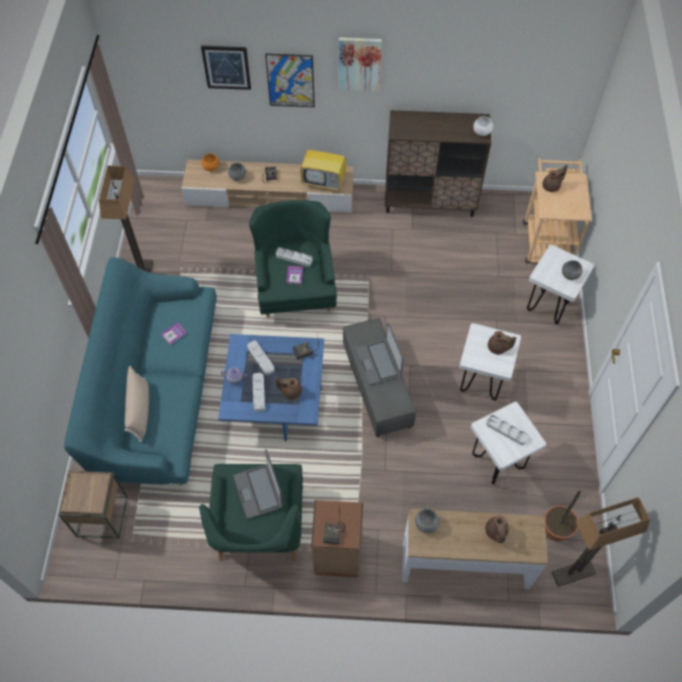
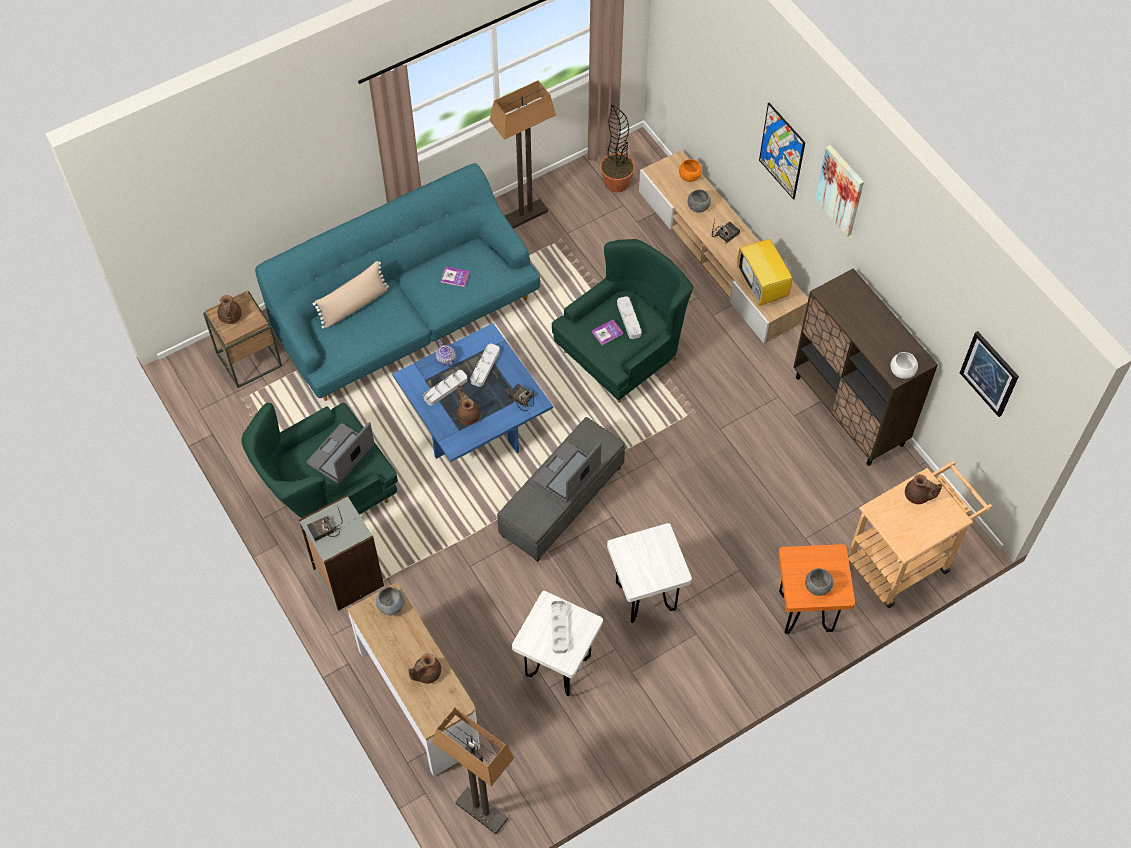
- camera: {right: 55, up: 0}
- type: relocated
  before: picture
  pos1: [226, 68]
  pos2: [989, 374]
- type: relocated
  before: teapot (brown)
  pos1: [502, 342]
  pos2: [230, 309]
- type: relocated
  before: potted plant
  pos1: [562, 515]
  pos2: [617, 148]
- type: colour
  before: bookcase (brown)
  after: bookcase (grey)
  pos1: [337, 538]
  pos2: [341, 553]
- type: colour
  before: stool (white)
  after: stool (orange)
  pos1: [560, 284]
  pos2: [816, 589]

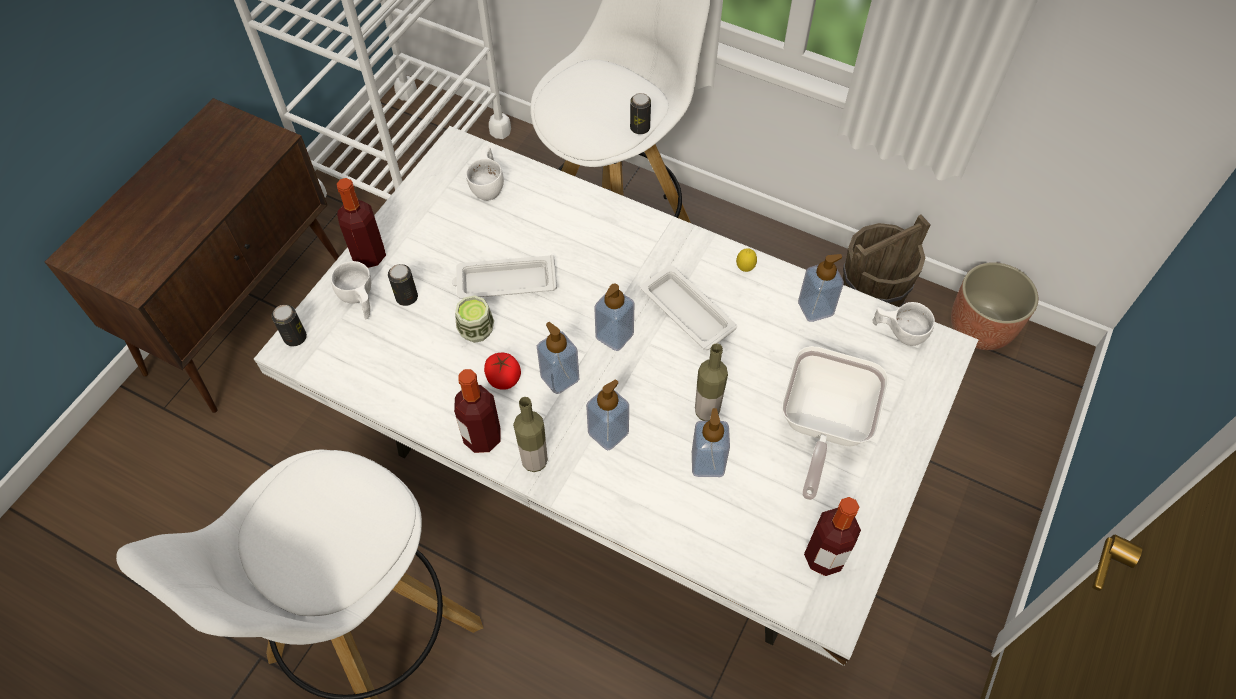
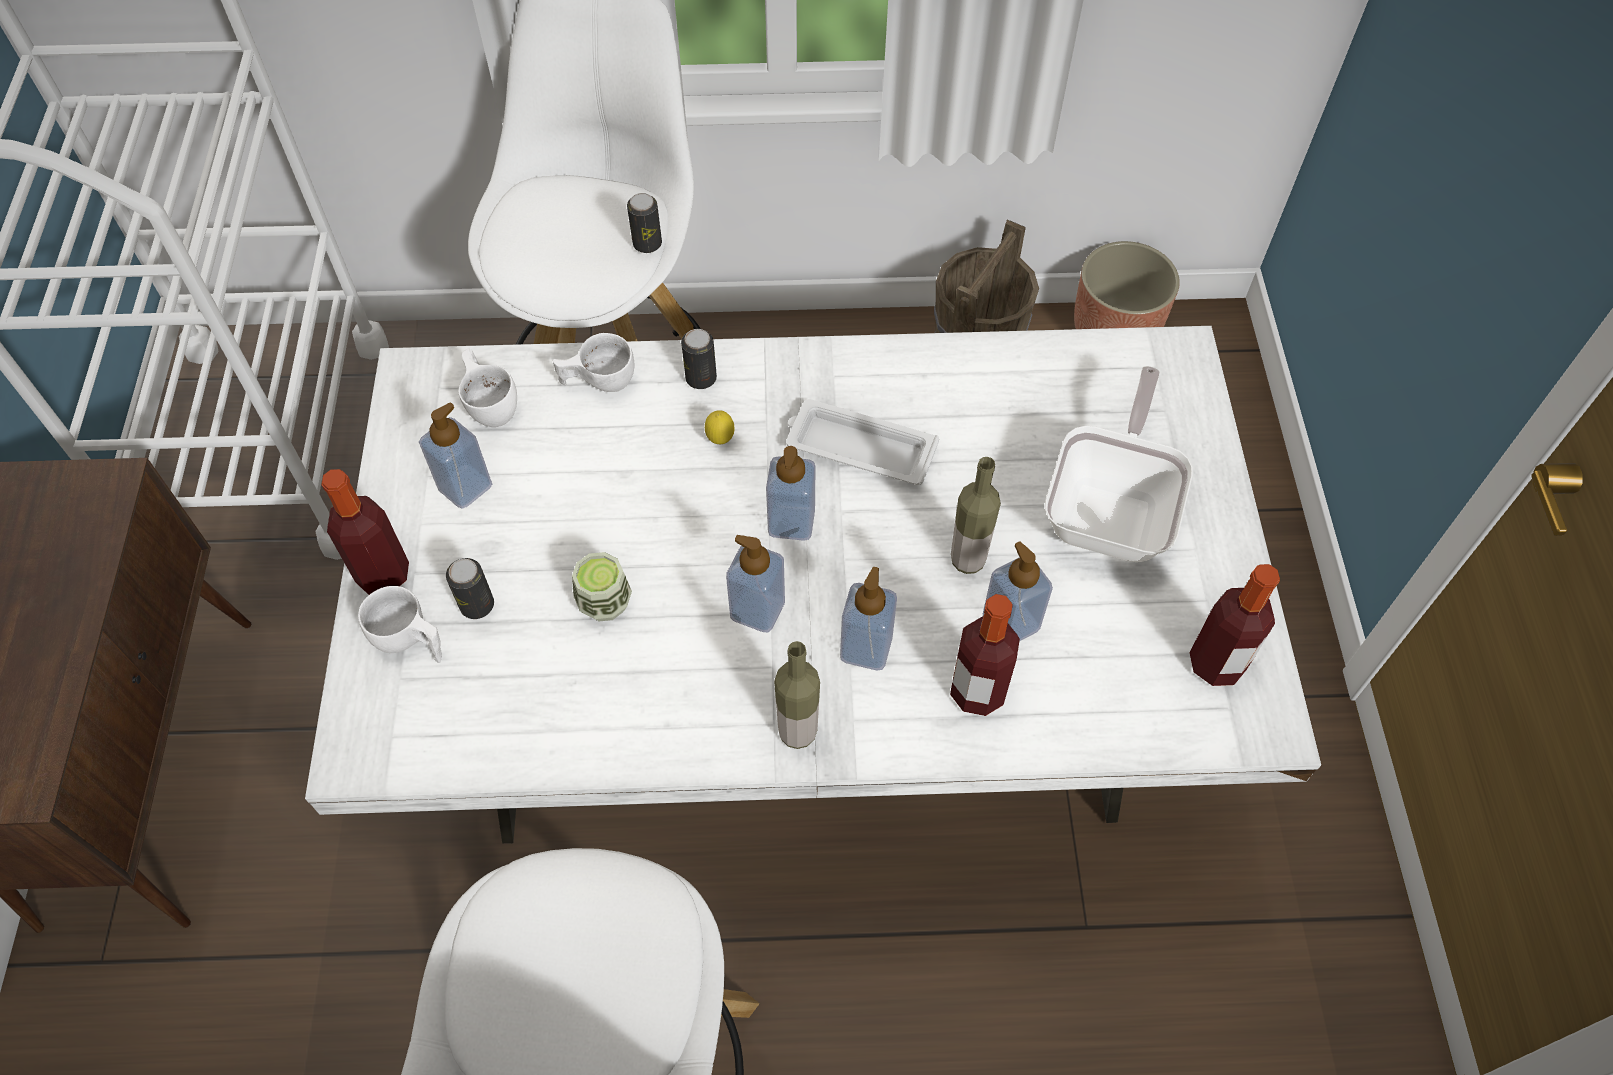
- camera: {right: -30, up: 0}
- type: missing
  before: tray (white)
  pos1: [504, 277]
- type: missing
  before: tomato
  pos1: [502, 371]
- type: relocated
  before: can
  pos1: [289, 326]
  pos2: [699, 359]
- type: relocated
  before: bottle
  pos1: [477, 411]
  pos2: [985, 655]
- type: relocated
  before: lemon
  pos1: [746, 260]
  pos2: [720, 427]
- type: relocated
  before: soap dispenser
  pos1: [821, 288]
  pos2: [455, 456]
- type: relocated
  before: cup (white)
  pos1: [903, 324]
  pos2: [593, 362]
- type: spun
  before: frying pan
  pos1: [835, 423]
  pos2: [1119, 464]
  turn: -150

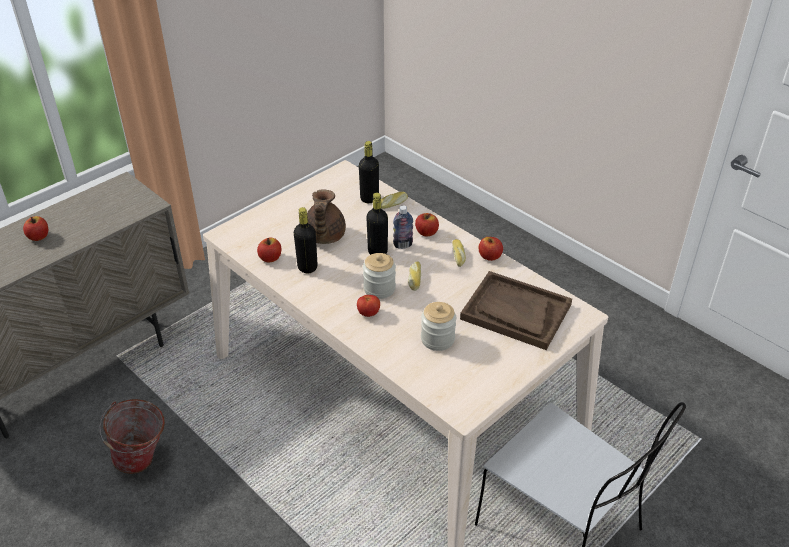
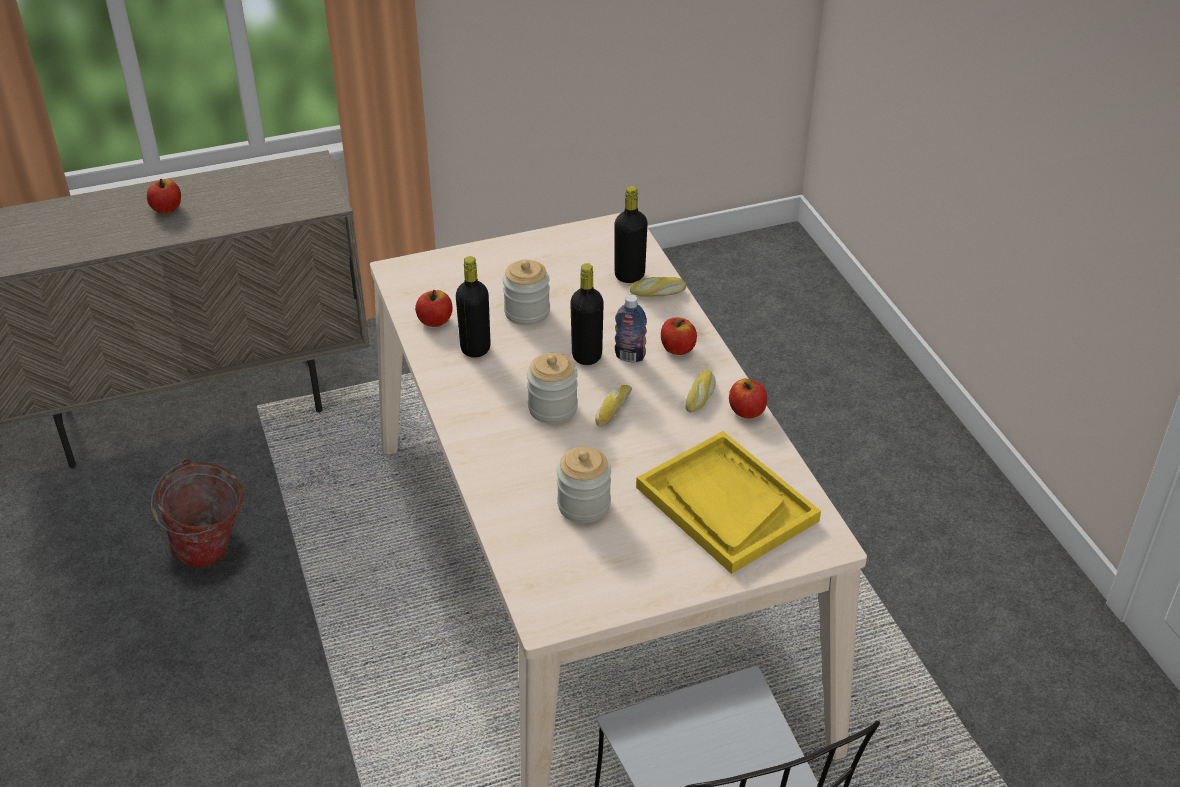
- camera: {right: 25, up: 0}
- type: missing
  before: tomato
  pos1: [368, 306]
- type: exchanged
  before: teapot (brown)
  after: jar
  pos1: [326, 216]
  pos2: [526, 293]
- type: colour
  before: tray (brown)
  after: tray (yellow)
  pos1: [516, 310]
  pos2: [728, 502]

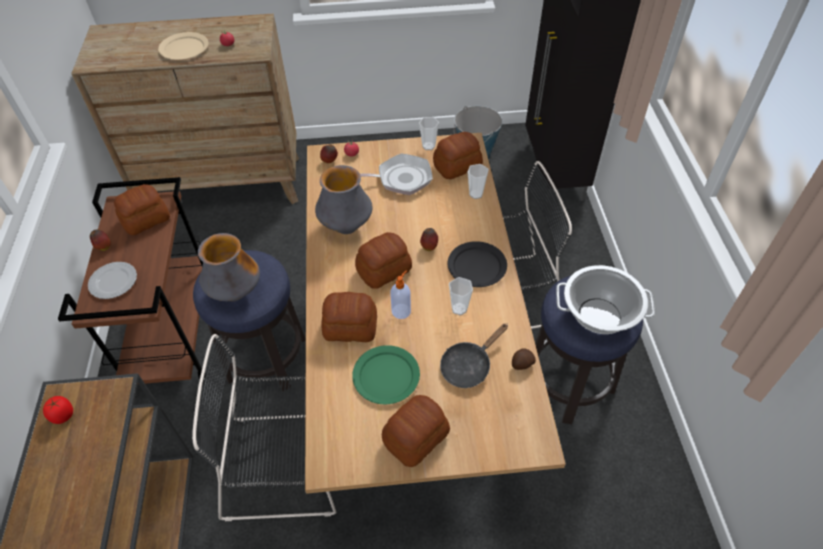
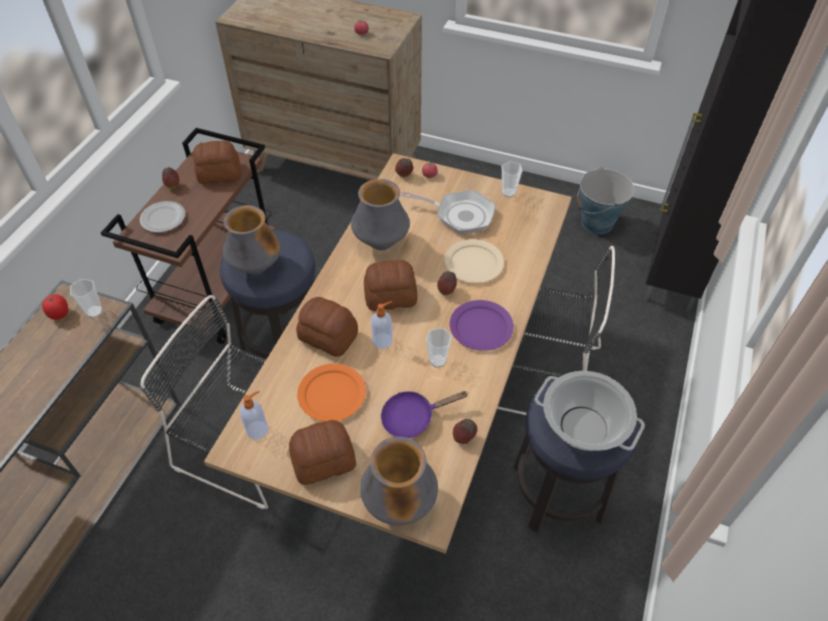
- camera: {right: 25, up: 0}
- type: missing
  before: bread
  pos1: [458, 155]
- type: appeared
  after: soap dispenser
  pos2: [254, 415]
- type: appeared
  after: vase
  pos2: [399, 481]
- type: relocated
  before: plate (beige)
  pos1: [183, 46]
  pos2: [474, 261]
- type: relocated
  before: cup
  pos1: [478, 181]
  pos2: [86, 298]
- type: exchanged
  before: potato
  after: apple
  pos1: [524, 359]
  pos2: [465, 431]
- type: colour
  before: plate (green)
  after: plate (orange)
  pos1: [386, 374]
  pos2: [331, 392]
- type: colour
  before: frying pan (black)
  after: frying pan (purple)
  pos1: [474, 355]
  pos2: [424, 414]
- type: colour
  before: plate (black)
  after: plate (purple)
  pos1: [477, 264]
  pos2: [482, 325]

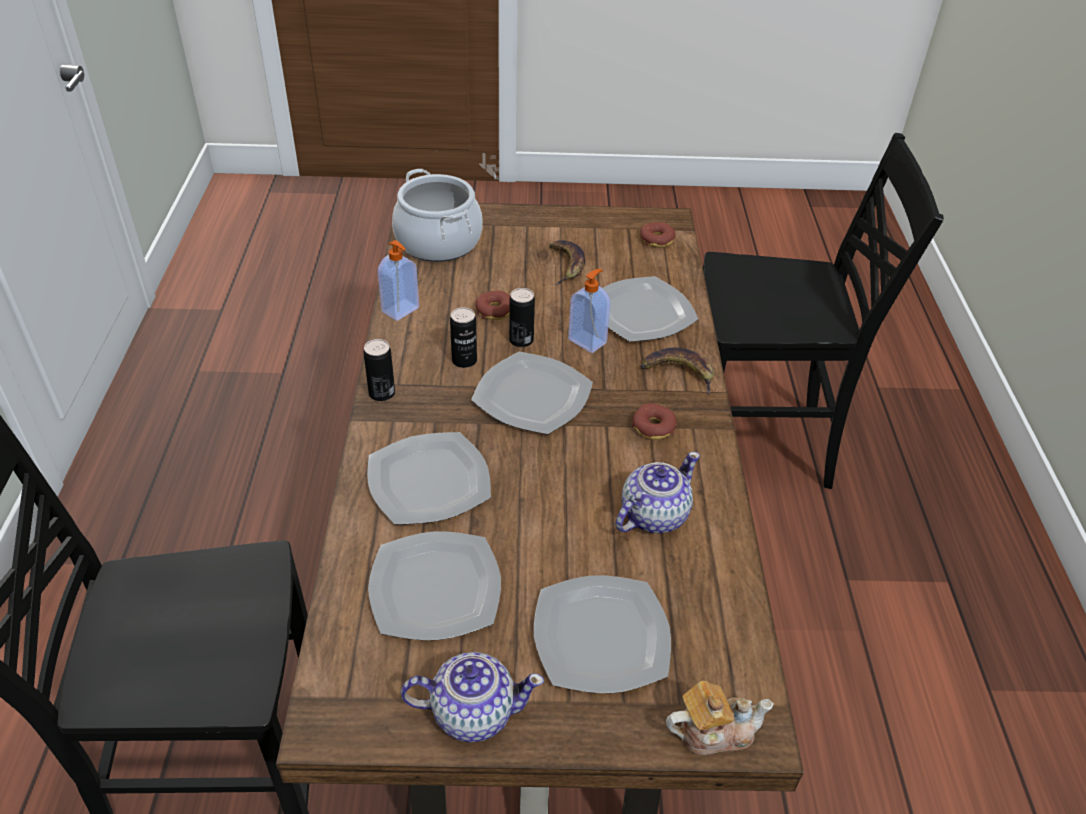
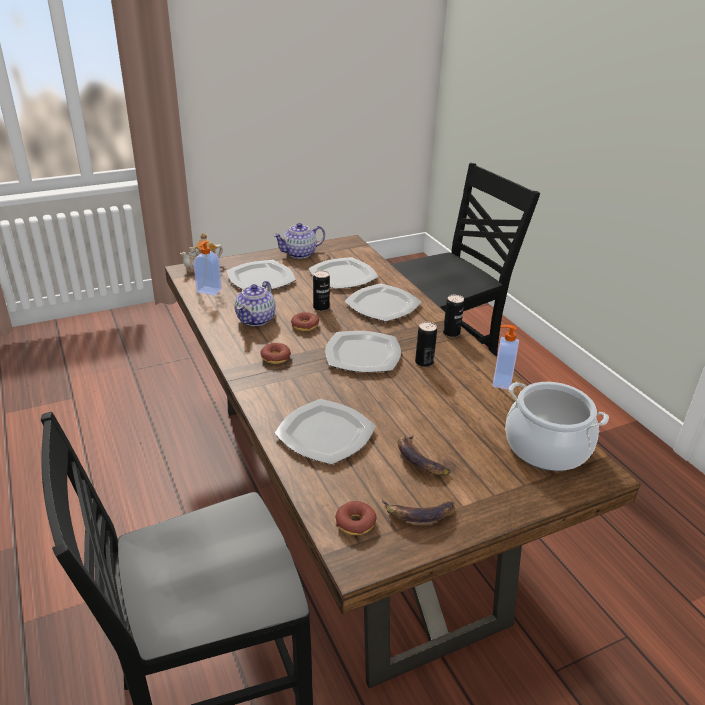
- camera: {right: 155, up: -10}
- type: relocated
  before: donut
  pos1: [493, 305]
  pos2: [305, 321]
- type: relocated
  before: can
  pos1: [522, 317]
  pos2: [321, 290]
- type: relocated
  before: soap dispenser
  pos1: [589, 311]
  pos2: [207, 268]
- type: relocated
  before: banana
  pos1: [677, 371]
  pos2: [418, 511]

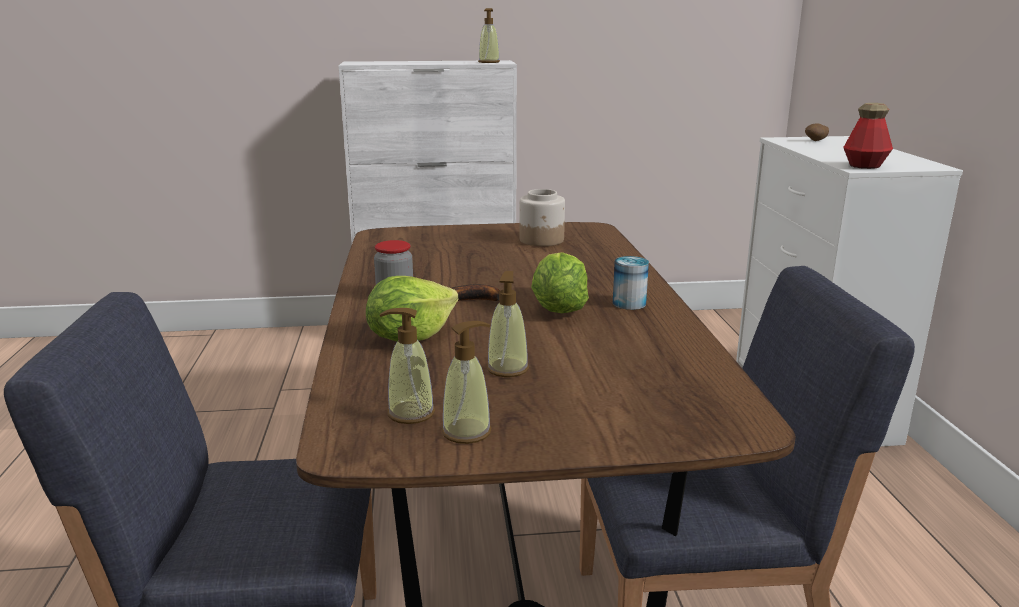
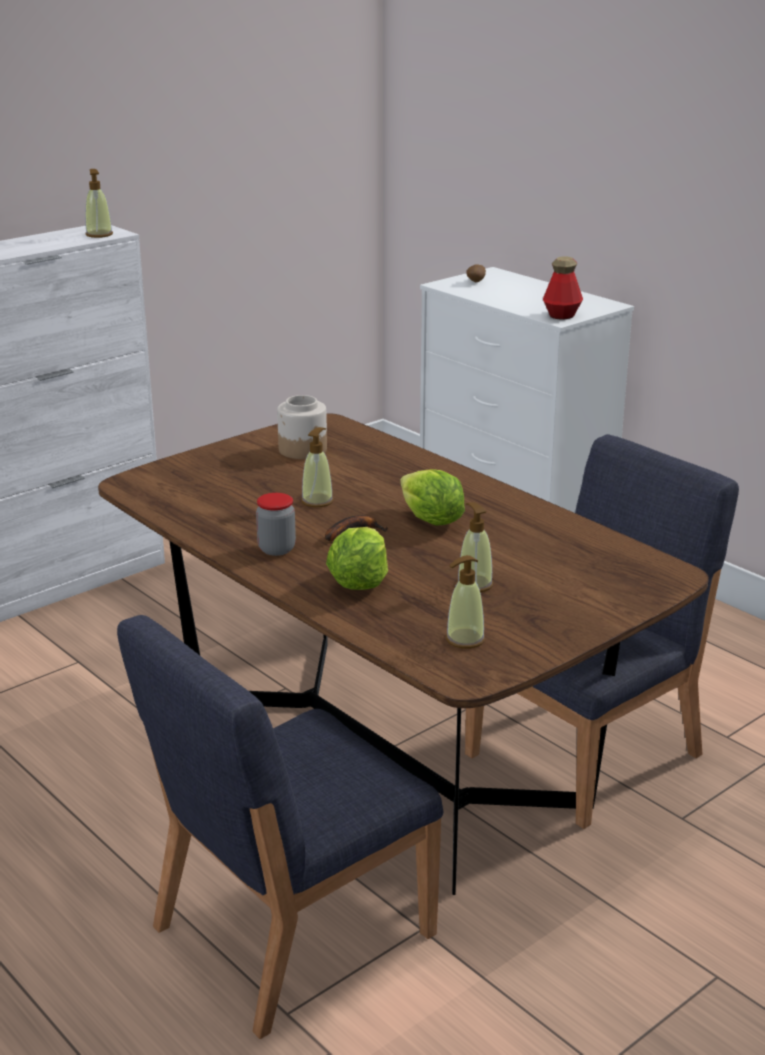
- camera: {right: -35, up: 5}
- type: missing
  before: can
  pos1: [631, 283]
- type: relocated
  before: soap dispenser
  pos1: [466, 382]
  pos2: [317, 467]

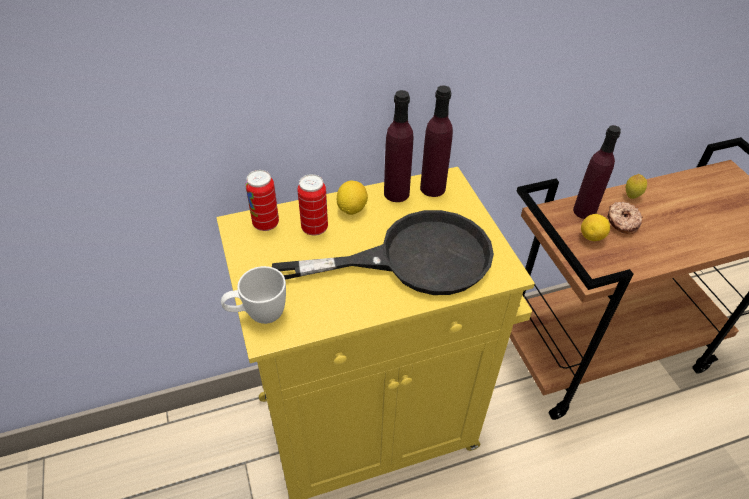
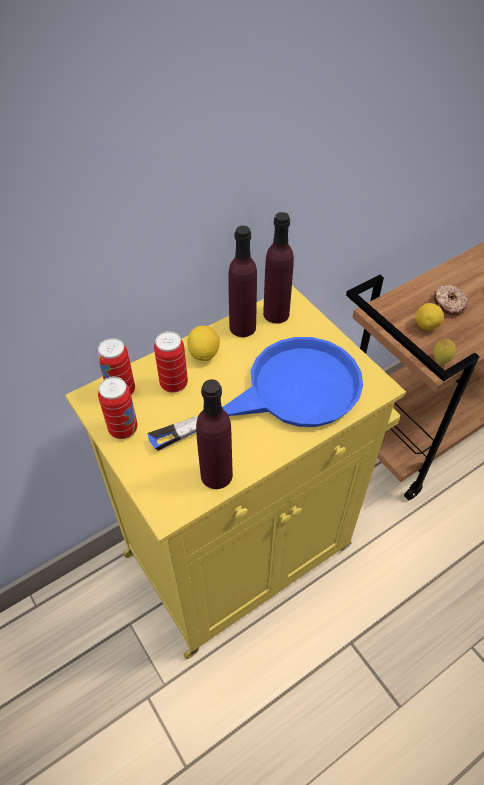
- camera: {right: -15, up: 5}
- type: missing
  before: mug (white)
  pos1: [253, 295]
- type: appeared
  after: can
  pos2: [118, 408]
- type: relocated
  before: bottle (purple)
  pos1: [597, 172]
  pos2: [214, 434]
- type: relocated
  before: lemon
  pos1: [636, 186]
  pos2: [444, 351]
- type: colour
  before: frying pan (black)
  after: frying pan (blue)
  pos1: [383, 252]
  pos2: [255, 394]

